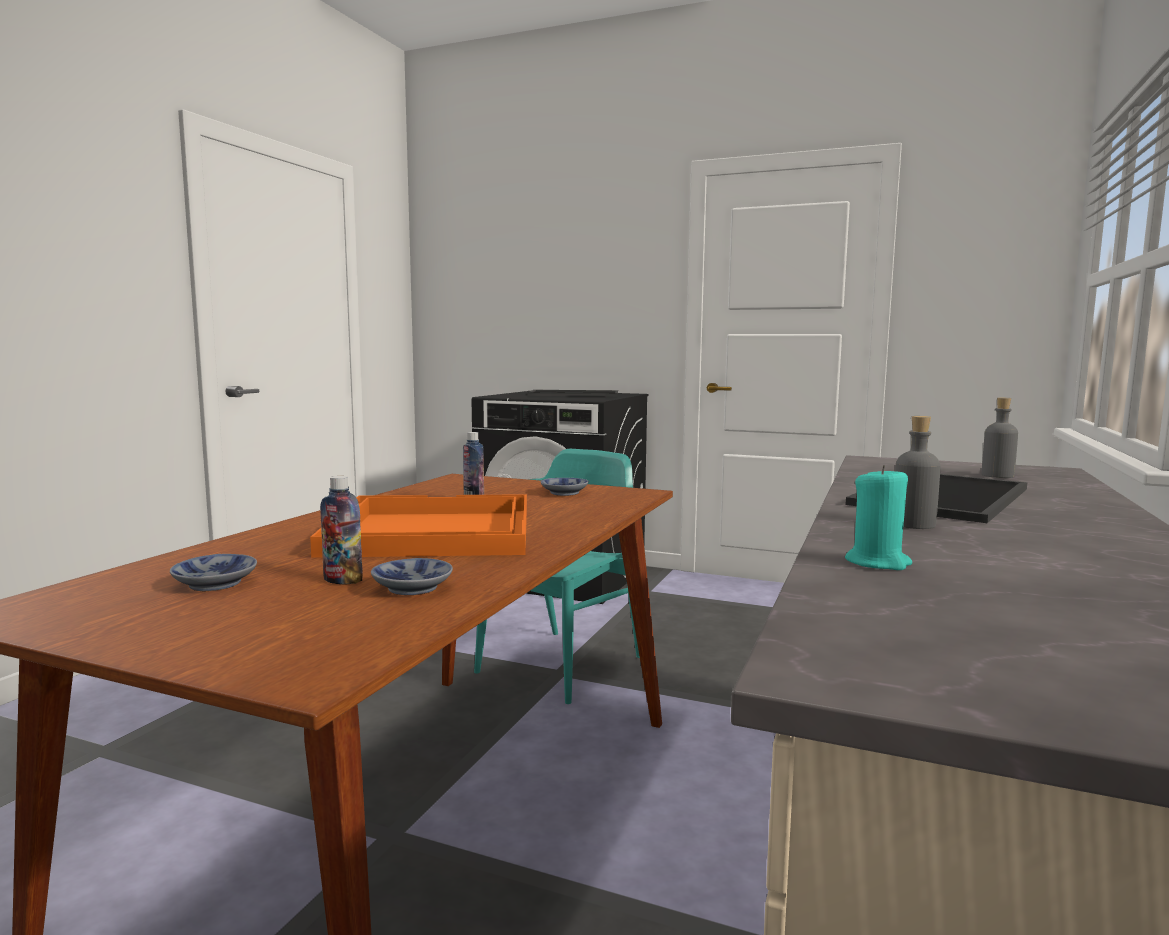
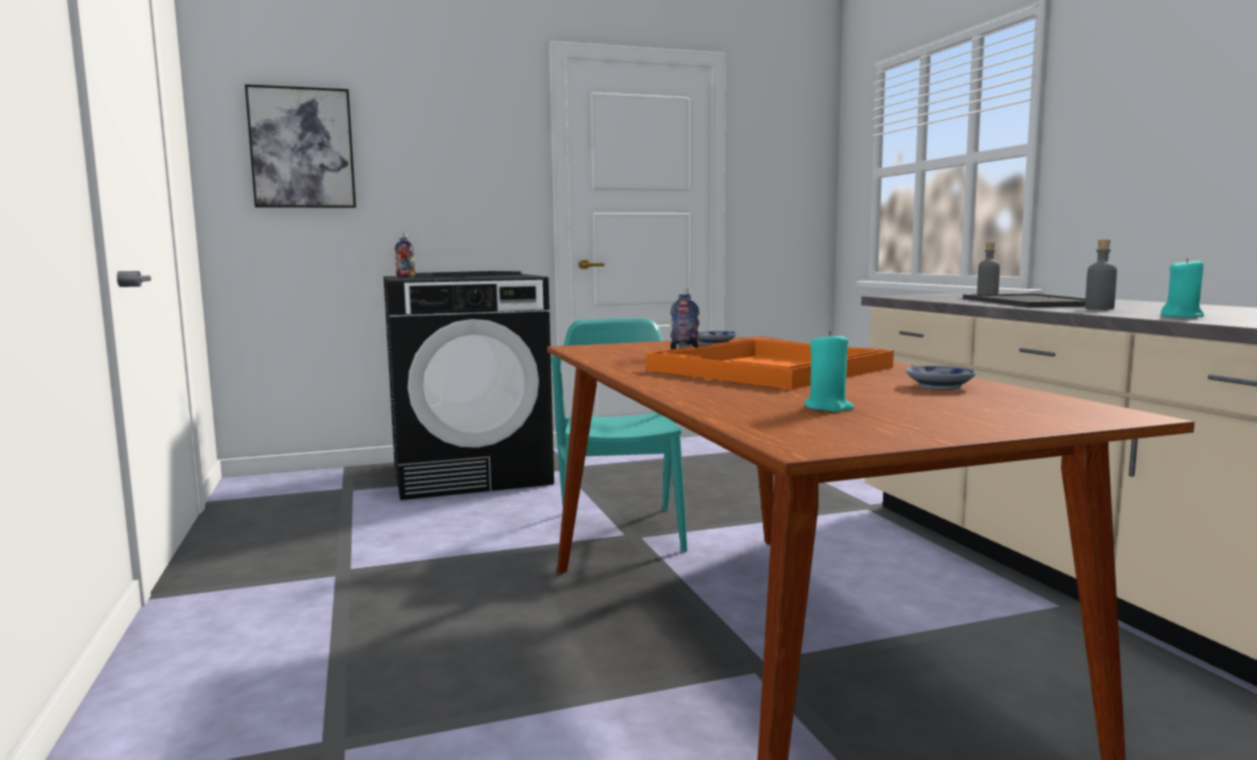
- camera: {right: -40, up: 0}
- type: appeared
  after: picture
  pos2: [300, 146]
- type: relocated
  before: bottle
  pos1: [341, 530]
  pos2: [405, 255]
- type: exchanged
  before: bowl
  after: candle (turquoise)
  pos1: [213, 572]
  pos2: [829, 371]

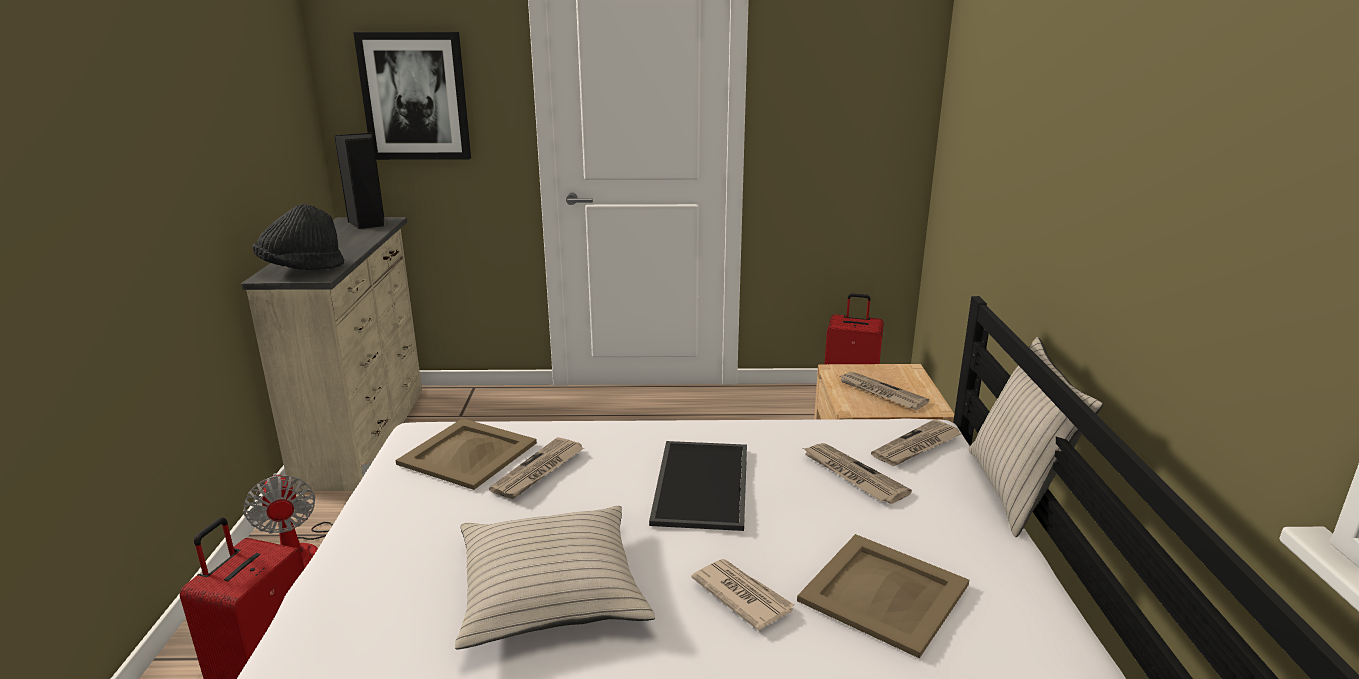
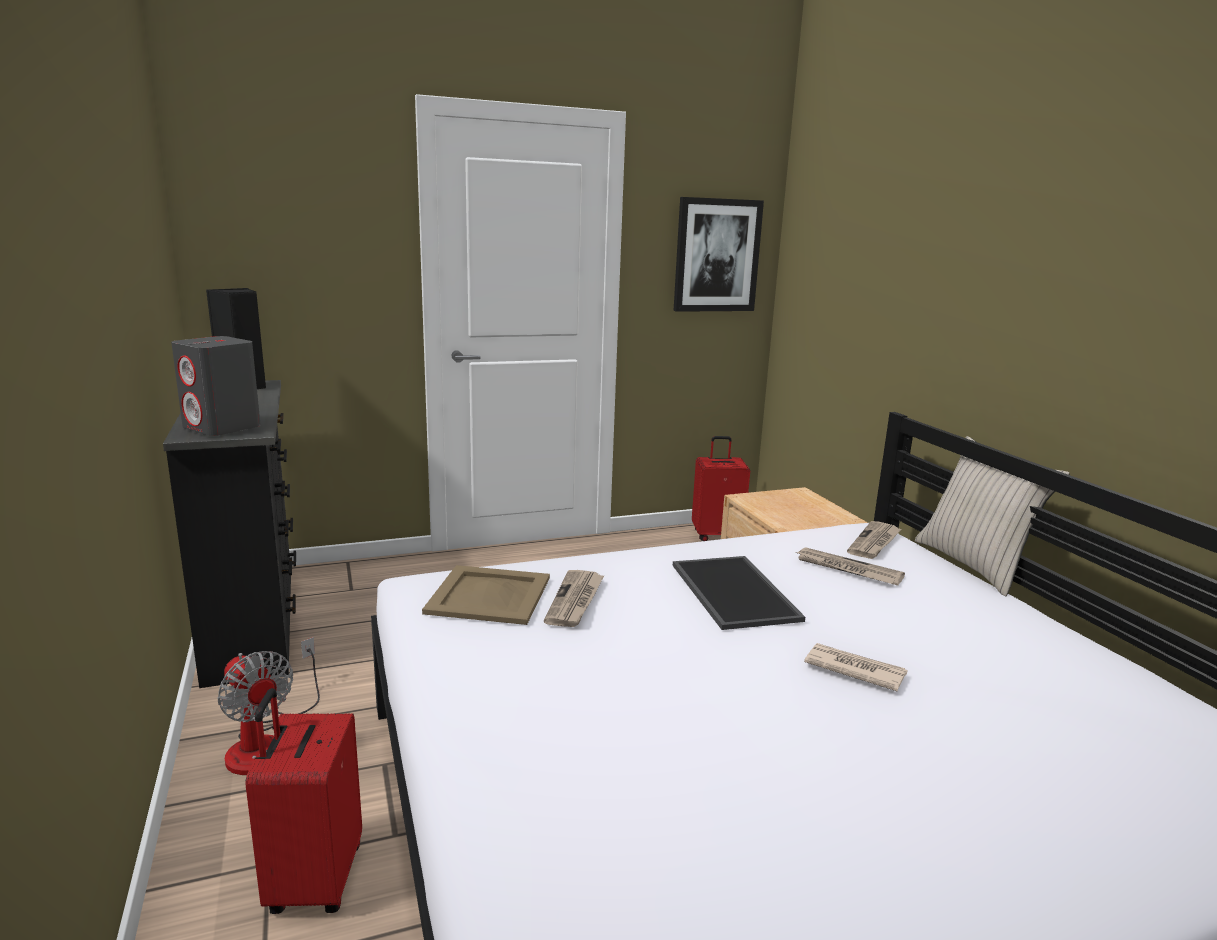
- camera: {right: -20, up: -5}
- type: missing
  before: pillow (beige)
  pos1: [555, 578]
- type: missing
  before: tray (beige)
  pos1: [883, 596]
- type: missing
  before: newspaper
  pos1: [884, 391]
- type: relocated
  before: picture
  pos1: [412, 96]
  pos2: [719, 254]
- type: exchanged
  before: hat (black)
  after: speaker (grey)
  pos1: [298, 237]
  pos2: [216, 386]
- type: colour
  before: dresser (beige)
  after: dresser (black)
  pos1: [331, 354]
  pos2: [229, 534]

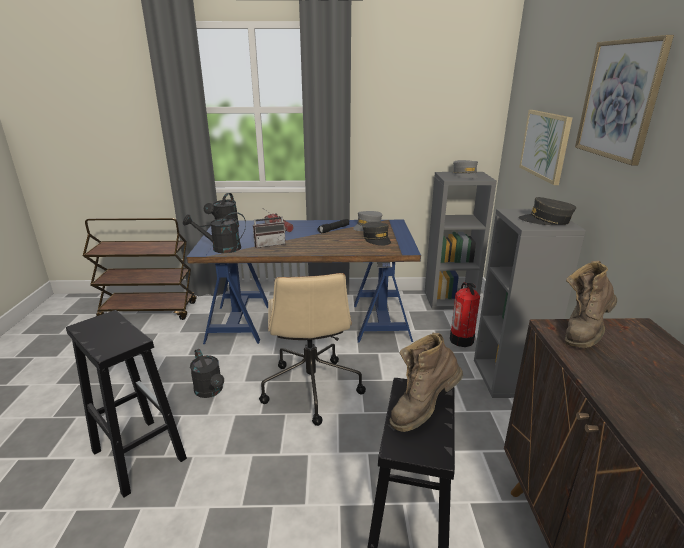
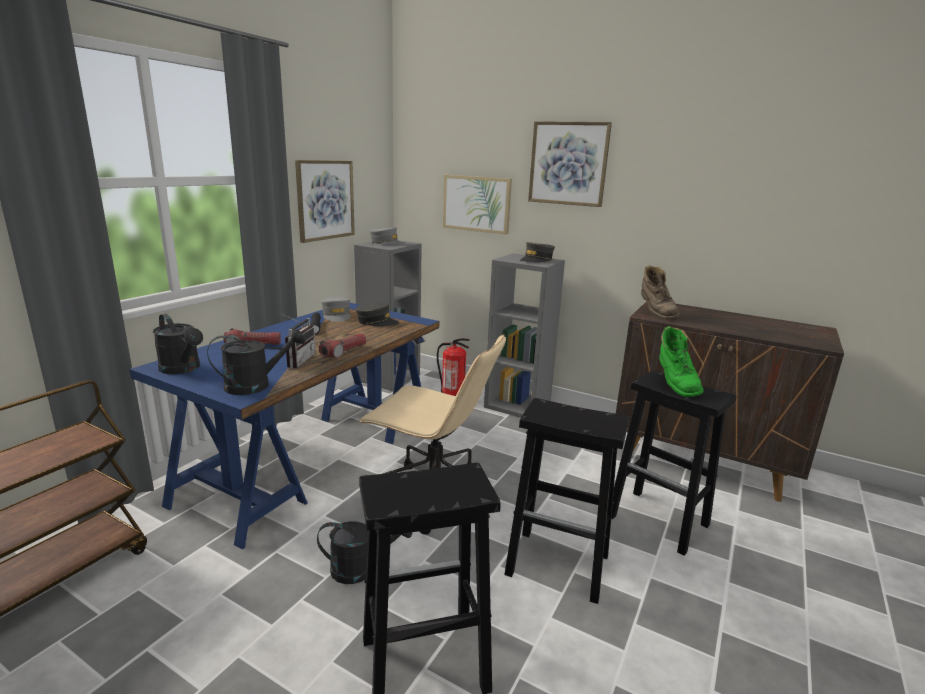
- camera: {right: -60, up: -5}
- type: appeared
  after: picture
  pos2: [325, 201]
- type: appeared
  after: flashlight
  pos2: [343, 345]
- type: appeared
  after: stool (black)
  pos2: [566, 501]
- type: colour
  before: boot (brown)
  after: boot (green)
  pos1: [426, 382]
  pos2: [681, 361]
- type: spun
  before: watering can (black)
  pos1: [214, 232]
  pos2: [256, 361]
  turn: -135

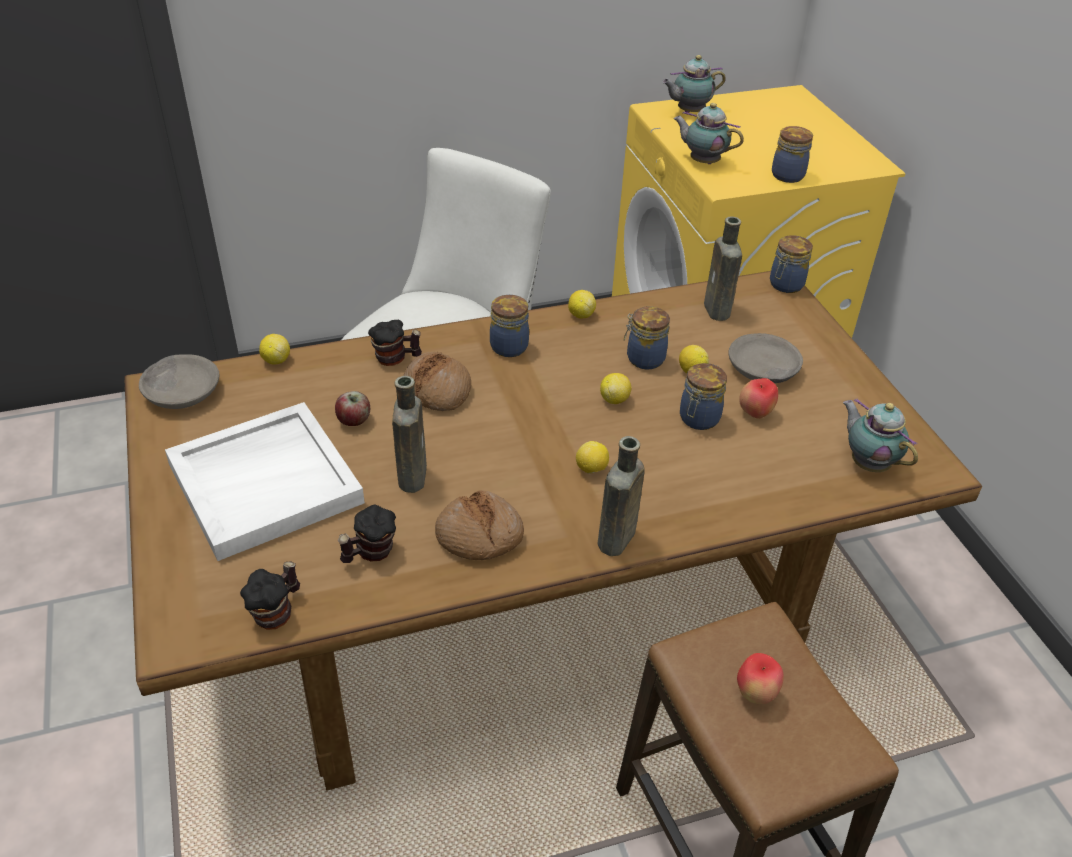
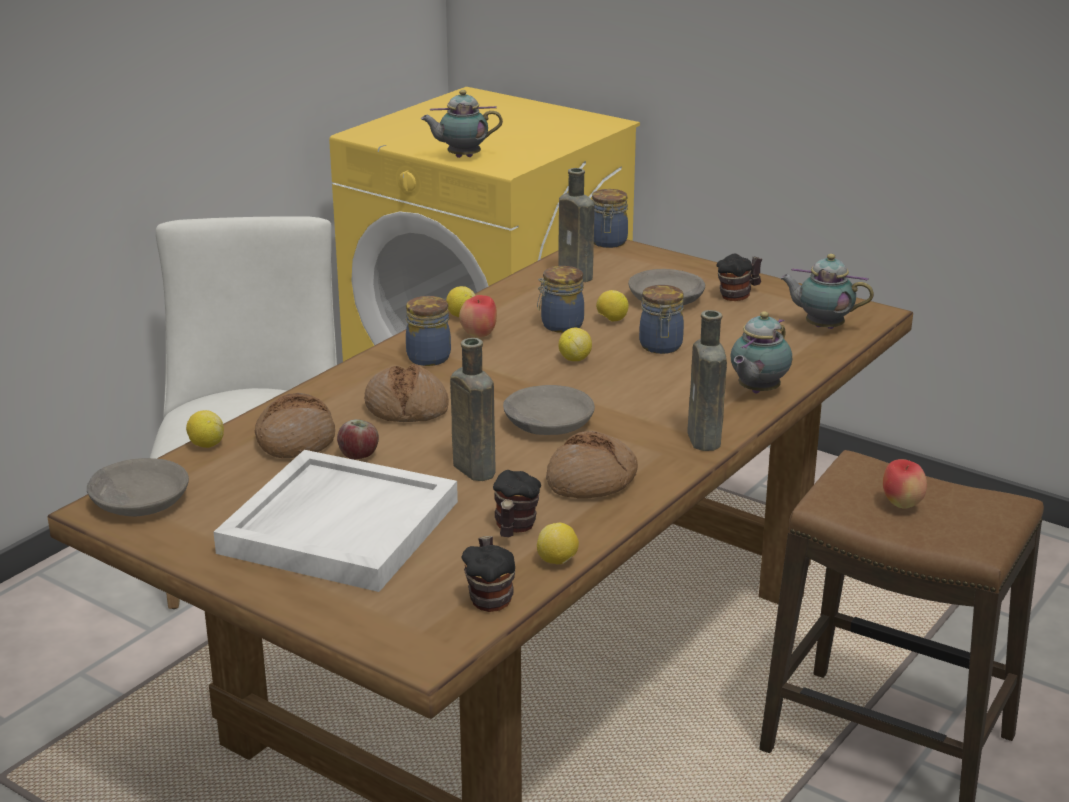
- camera: {right: -35, up: -15}
- type: missing
  before: jar
  pos1: [792, 154]
- type: appeared
  after: bread
  pos2: [295, 425]
- type: appeared
  after: bowl (grey)
  pos2: [549, 410]
- type: relocated
  before: mug
  pos1: [395, 343]
  pos2: [739, 277]
- type: relocated
  before: lemon
  pos1: [592, 457]
  pos2: [558, 544]
- type: relocated
  before: teapot
  pos1: [694, 84]
  pos2: [761, 352]
- type: relocated
  before: apple
  pos1: [758, 398]
  pos2: [478, 316]

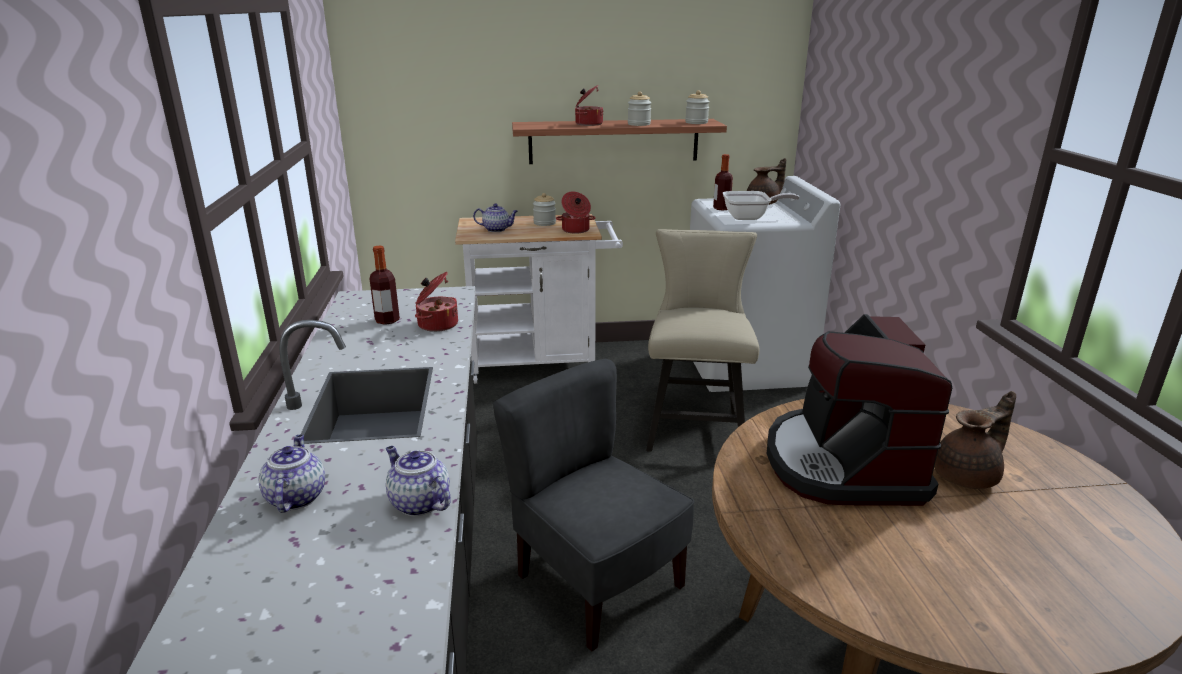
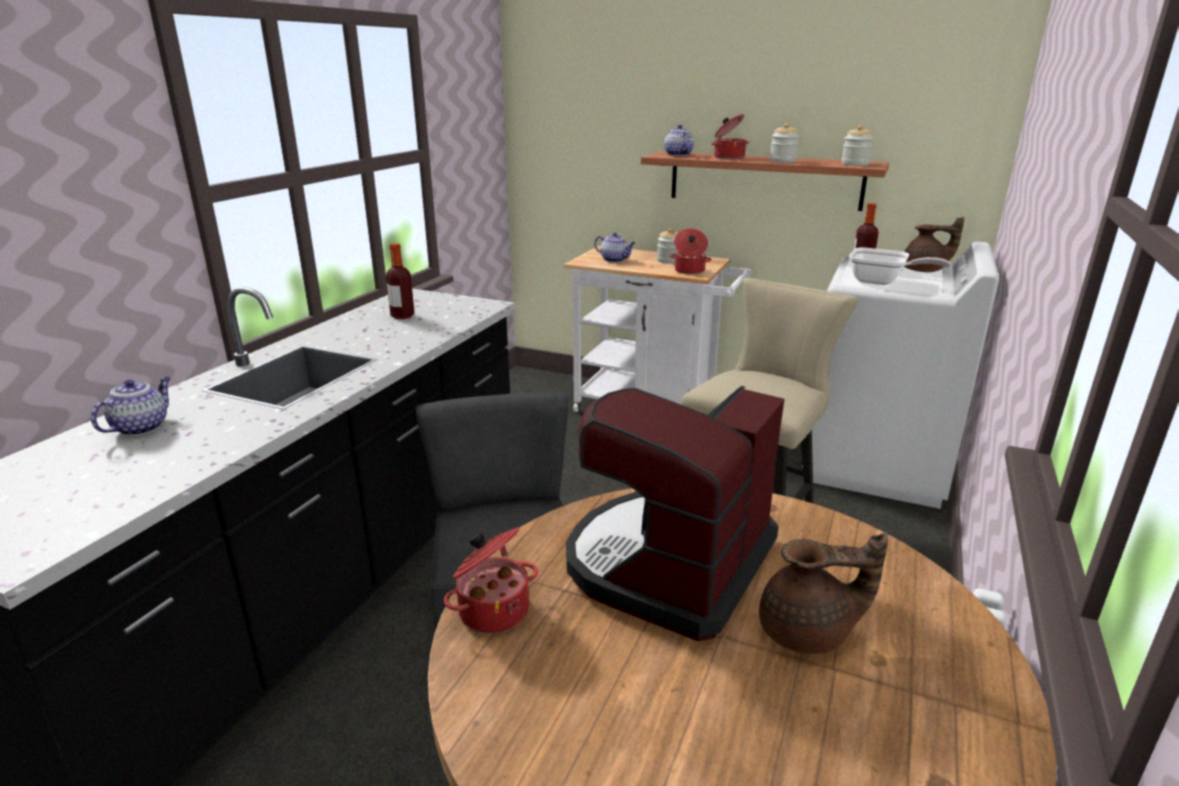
- camera: {right: 30, up: 0}
- type: relocated
  before: teapot
  pos1: [418, 481]
  pos2: [679, 140]
- type: relocated
  before: cooking pot
  pos1: [436, 302]
  pos2: [491, 580]

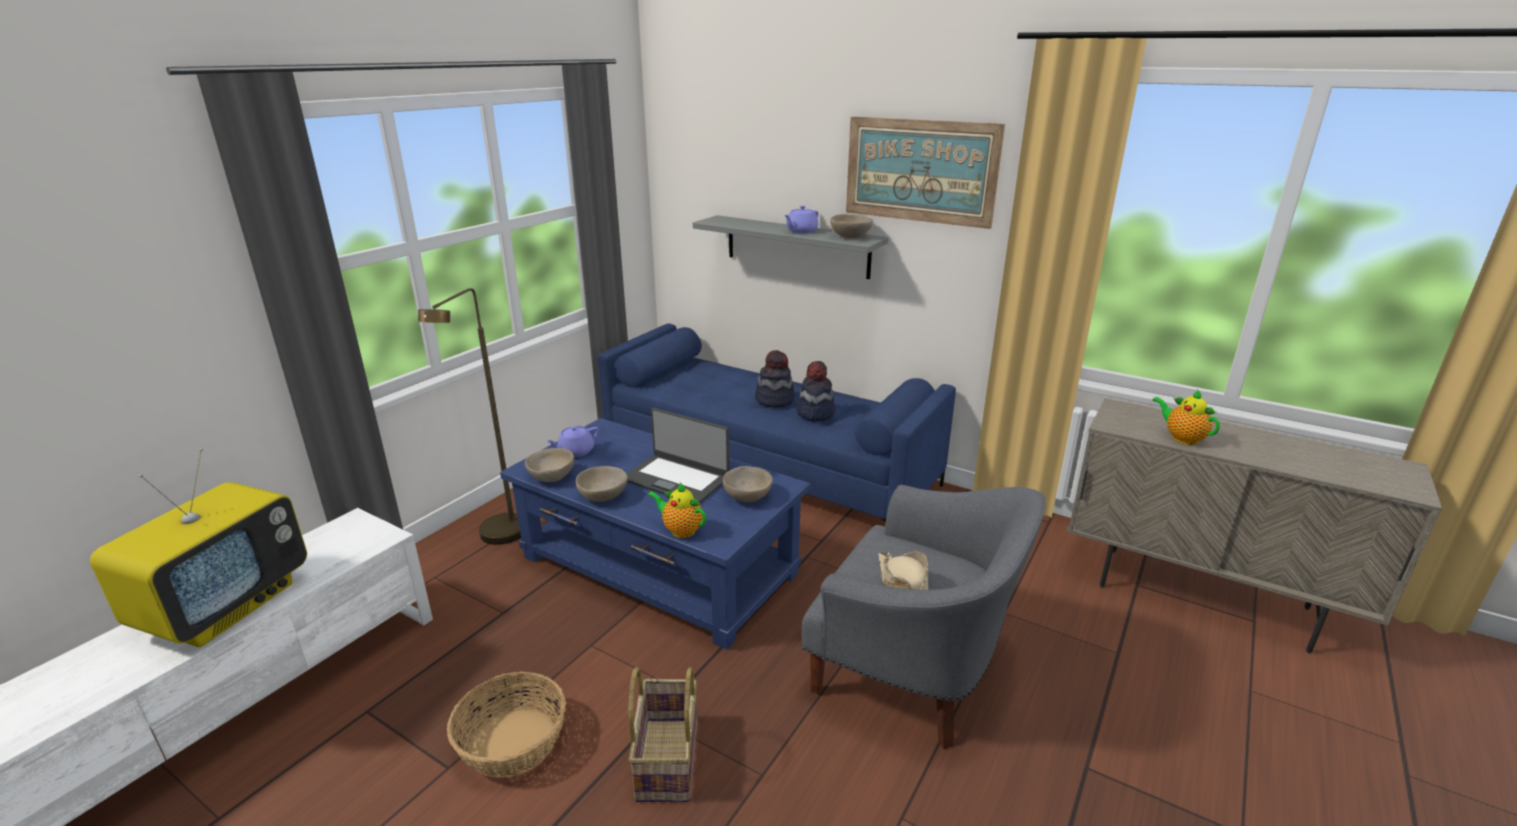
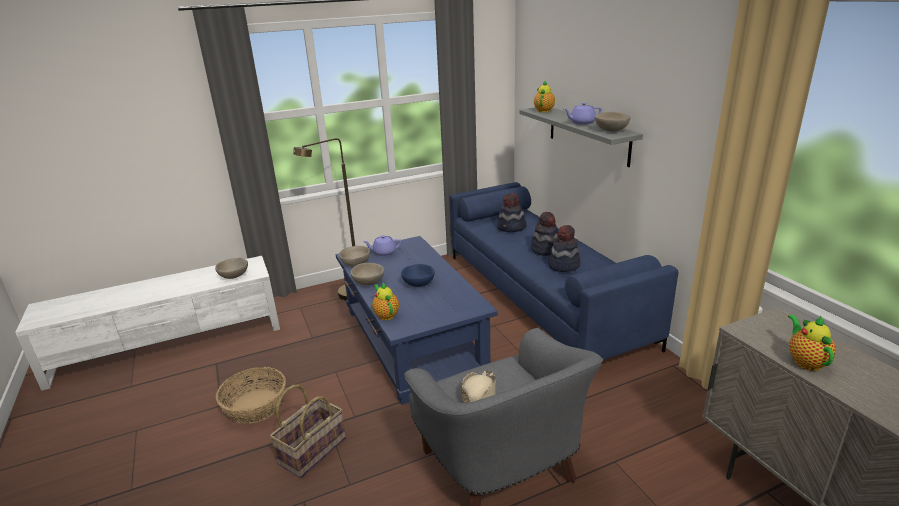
- camera: {right: 35, up: 0}
- type: missing
  before: television
  pos1: [198, 548]
- type: missing
  before: picture
  pos1: [925, 172]
- type: appeared
  after: hat
  pos2: [511, 212]
- type: appeared
  after: teapot
  pos2: [544, 97]
- type: relocated
  before: bowl (beige)
  pos1: [748, 484]
  pos2: [231, 268]
- type: exchanged
  before: laptop
  after: bowl (blue)
  pos1: [678, 455]
  pos2: [418, 275]

